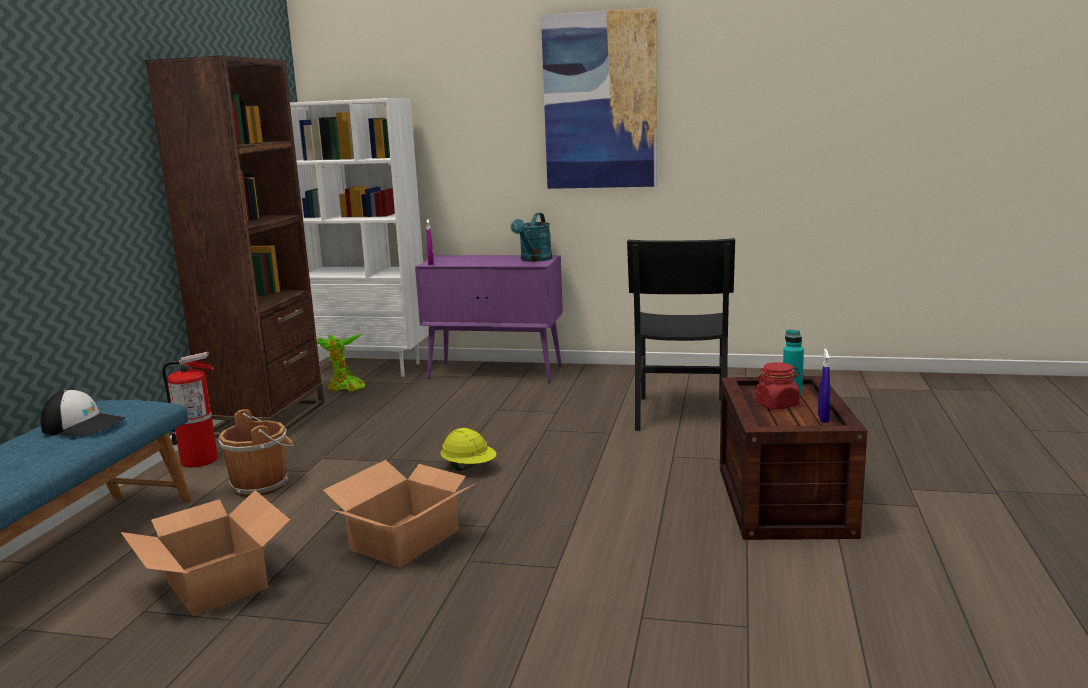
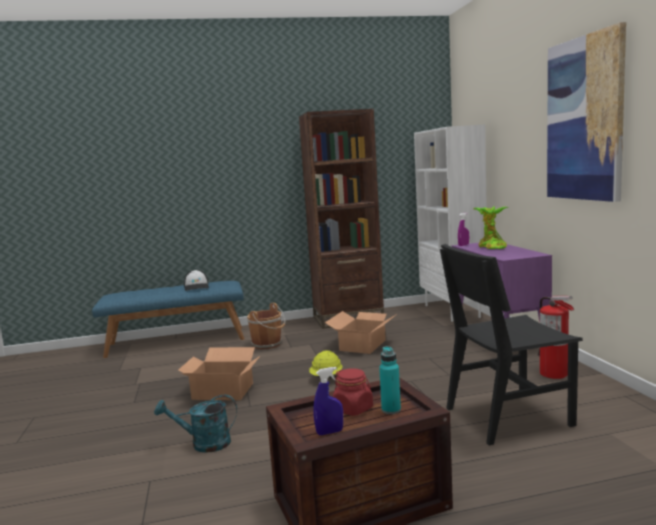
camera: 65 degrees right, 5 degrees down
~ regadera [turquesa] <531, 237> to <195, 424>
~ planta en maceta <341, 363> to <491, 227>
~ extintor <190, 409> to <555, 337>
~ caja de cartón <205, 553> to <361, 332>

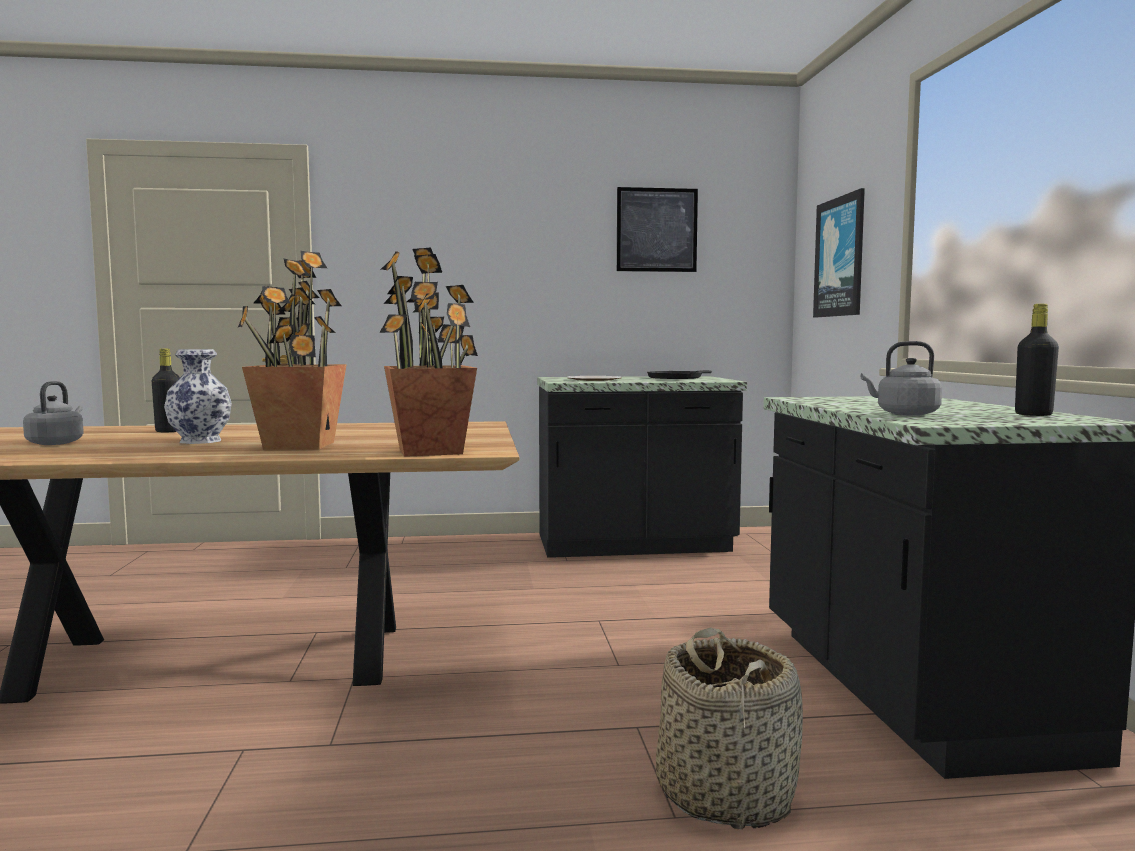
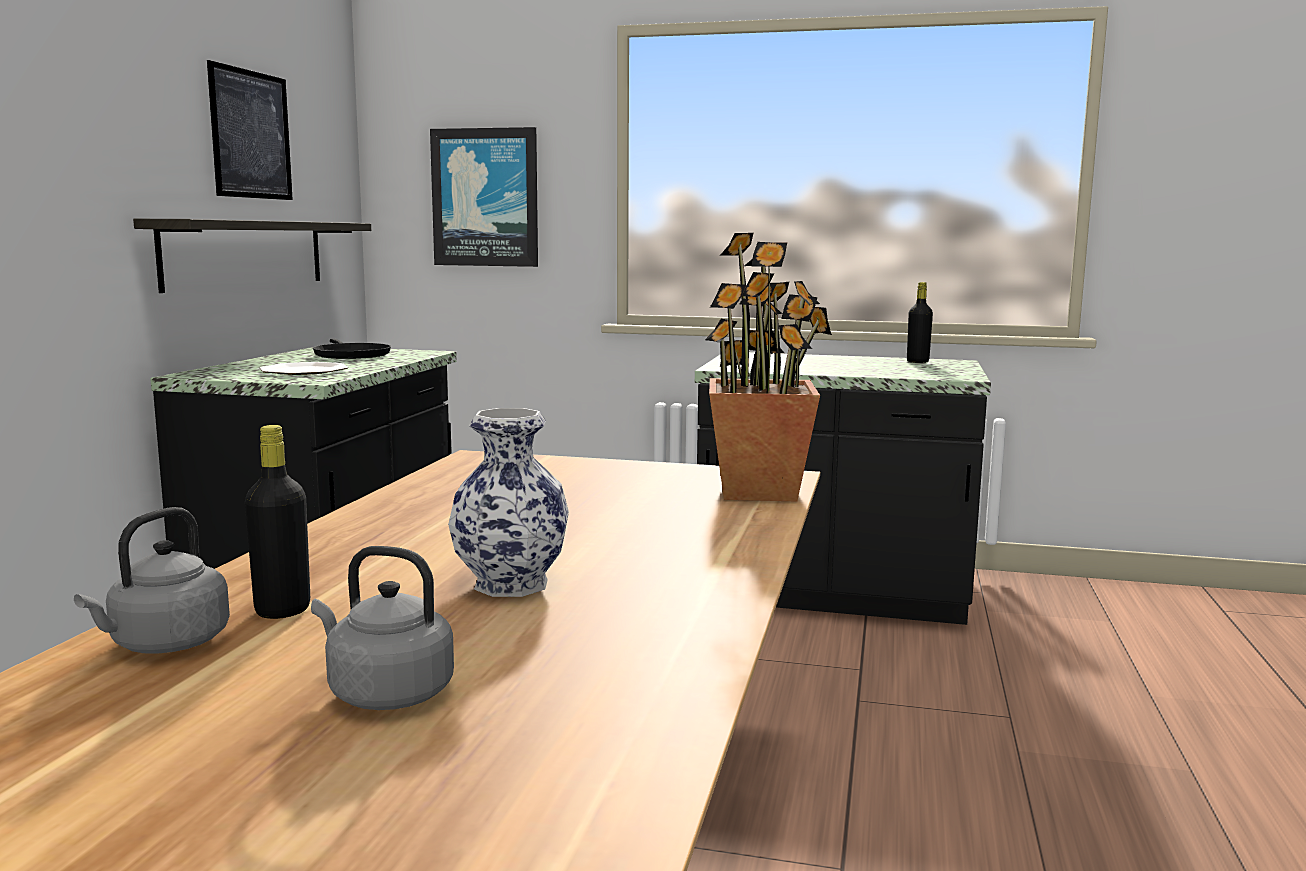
camera: 70 degrees left, 5 degrees up
- planta en maceta <292, 350>
~ hervidor [gris] <901, 378> to <152, 580>
- cesta <729, 728>
+ estante <252, 256>

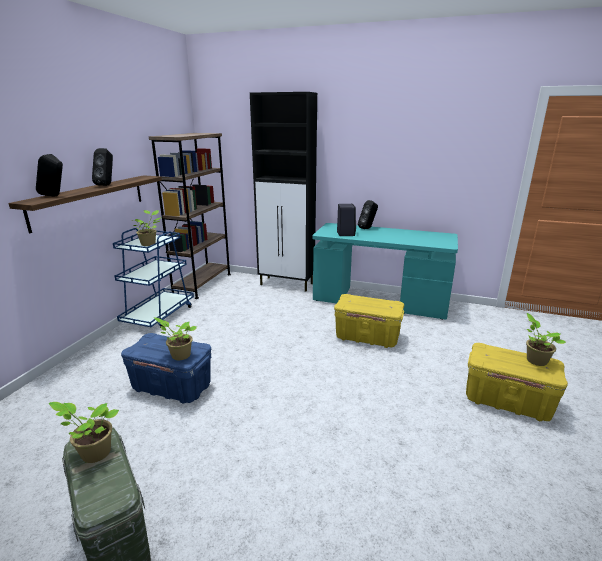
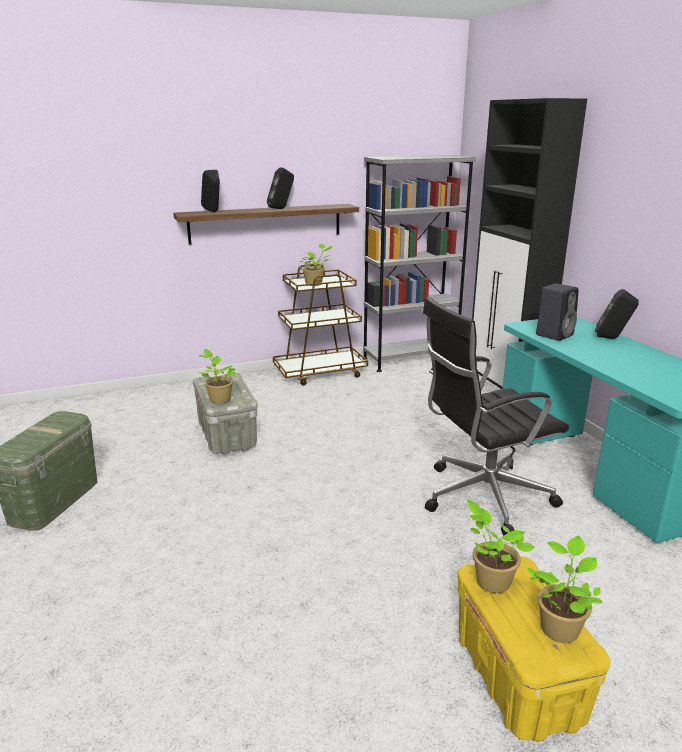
camera: 50 degrees right, 0 degrees up
~ estantería [marrón] <190, 216> to estantería [gris] <419, 263>
~ carrito [azul] <153, 278> to carrito [marrón] <320, 325>
~ caja de almacenaje [amarillo] <369, 321> to silla de oficina [negro] <496, 416>
~ caja de almacenaje [azul] <166, 368> to caja de almacenaje [gris] <225, 413>
~ planta en maceta <84, 432> to <501, 546>

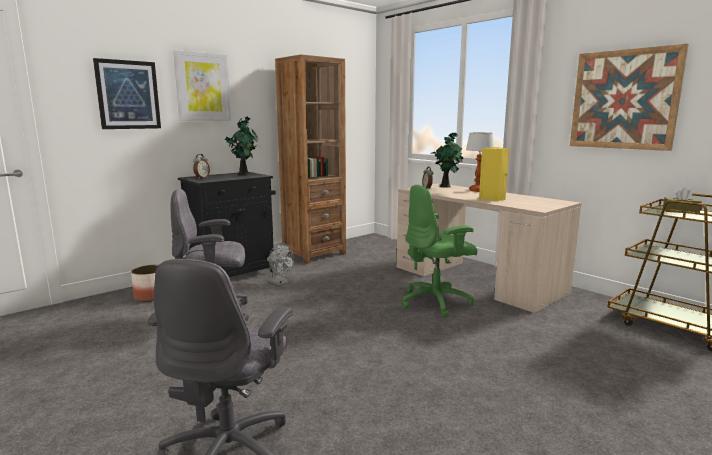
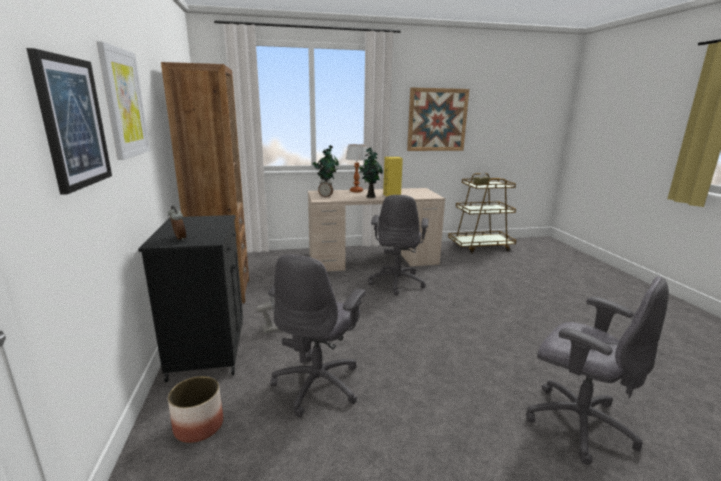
camera: 60 degrees left, 5 degrees up
~ planta en maceta <242, 146> to <371, 173>
~ silla de oficina [verde] <439, 251> to silla de oficina [gris] <399, 245>

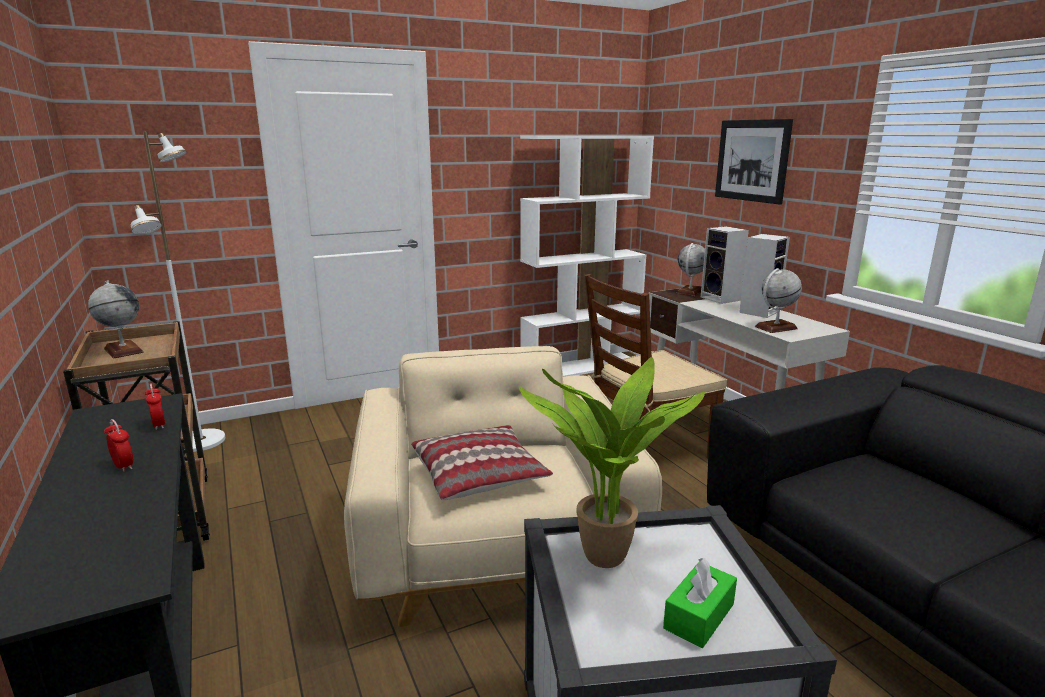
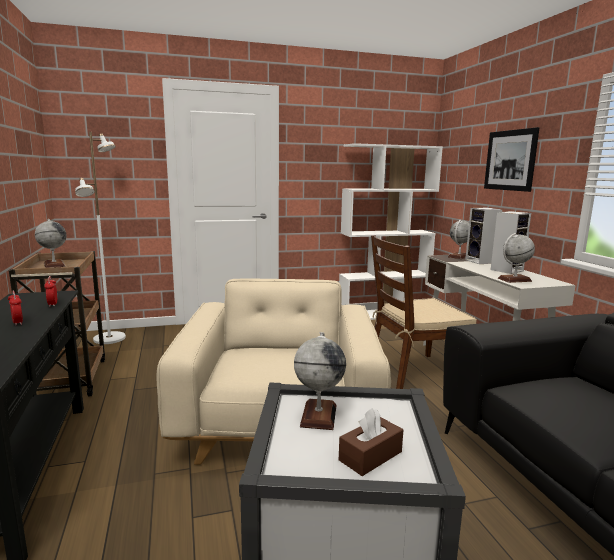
camera: 10 degrees right, 5 degrees down
~ planta en maceta <612, 462> to globo terráqueo <320, 381>
- cojín <482, 462>
~ caja de pañuelos [verde] <700, 603> to caja de pañuelos [marrón] <371, 442>

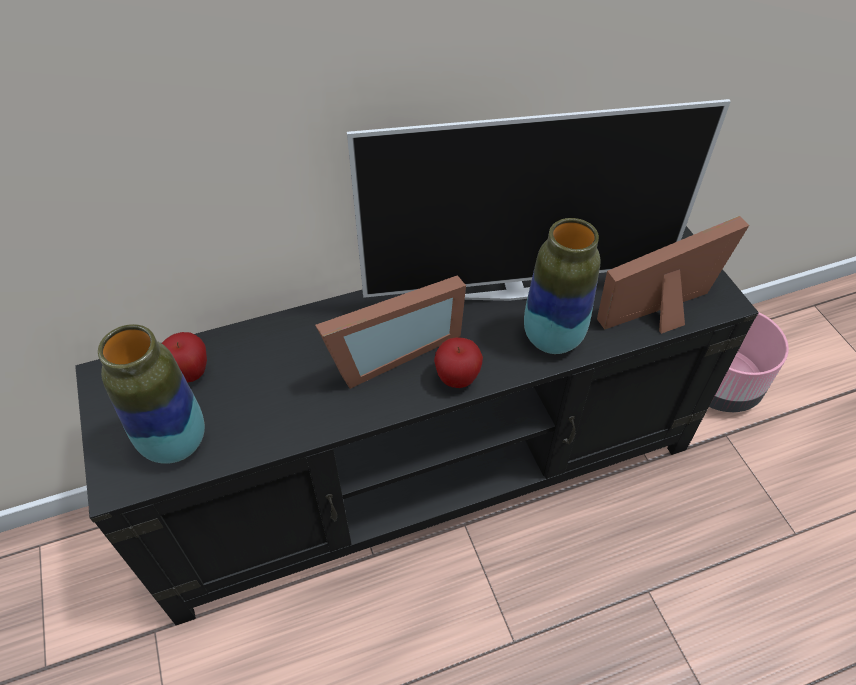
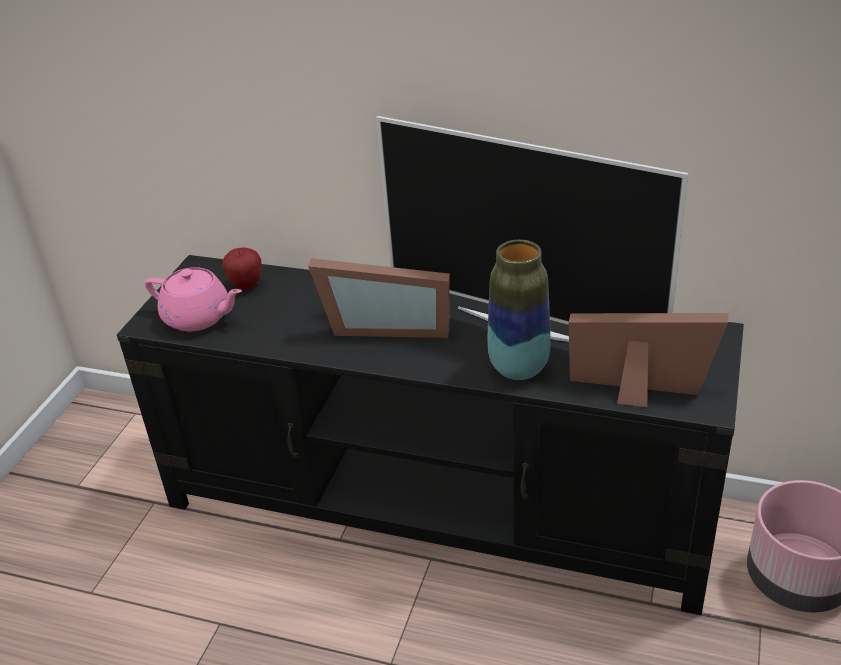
camera: 40 degrees right, 15 degrees down
~ florero <151, 394> to tetera [rosa] <193, 299>
- manzana <458, 362>

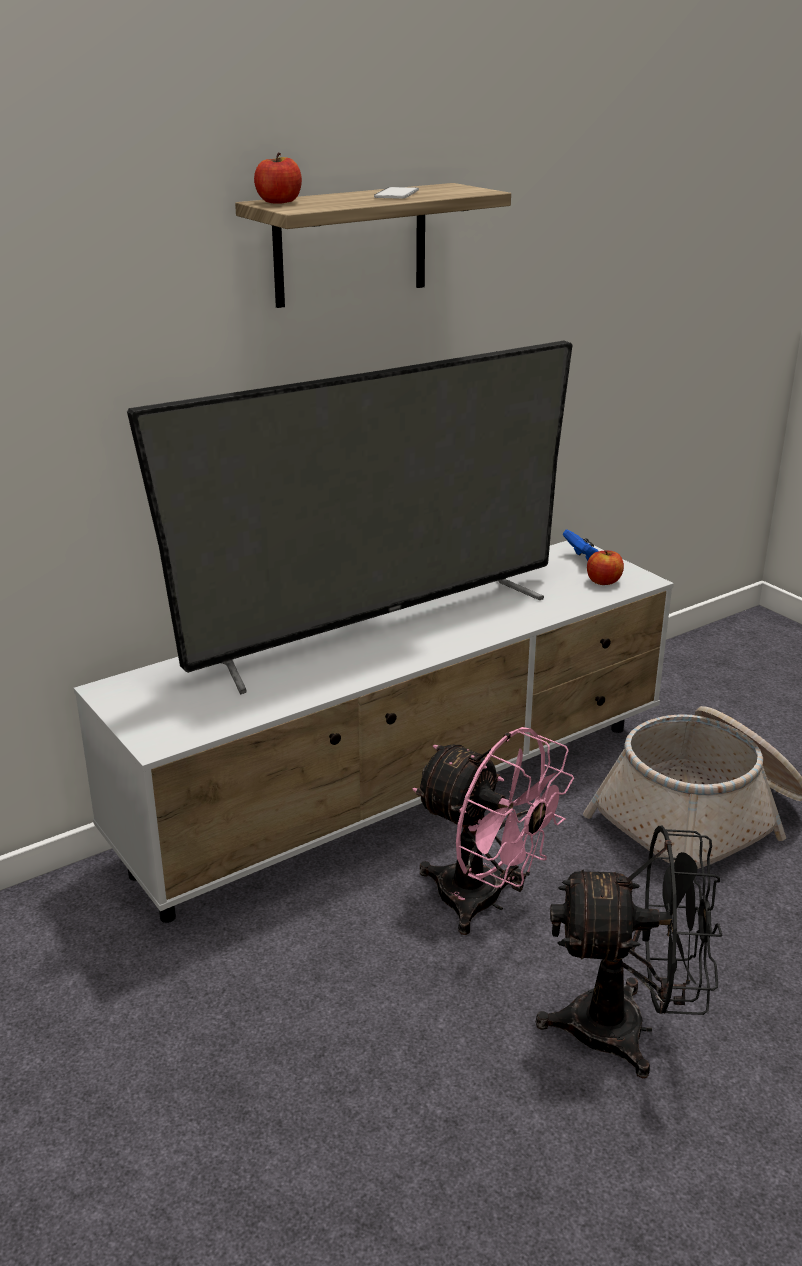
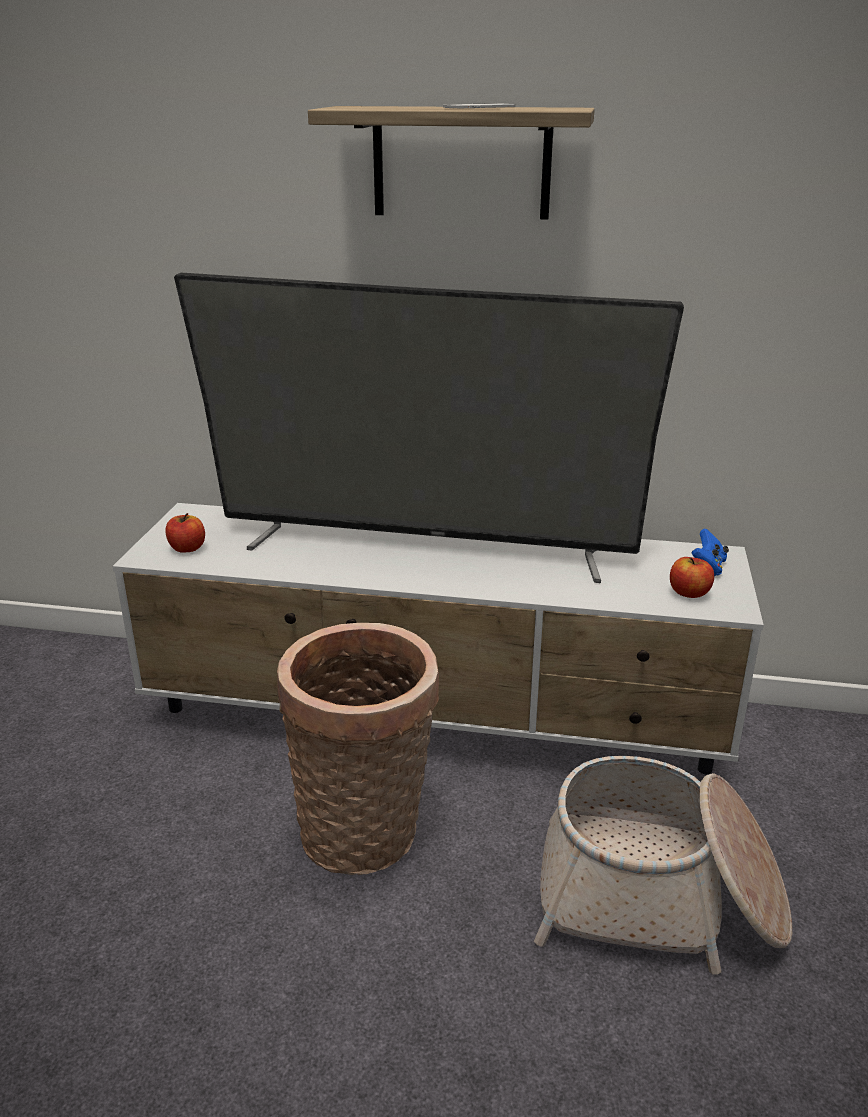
camera: 45 degrees right, 0 degrees up
~ manzana <278, 178> to <185, 533>
~ ventilador [rosa] <493, 831> to cesta <358, 749>
- ventilador [negro] <629, 952>

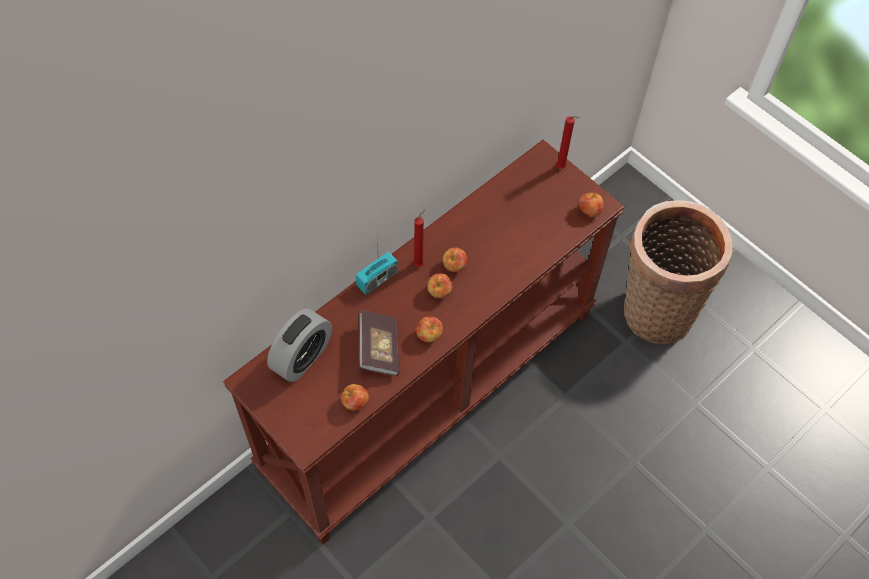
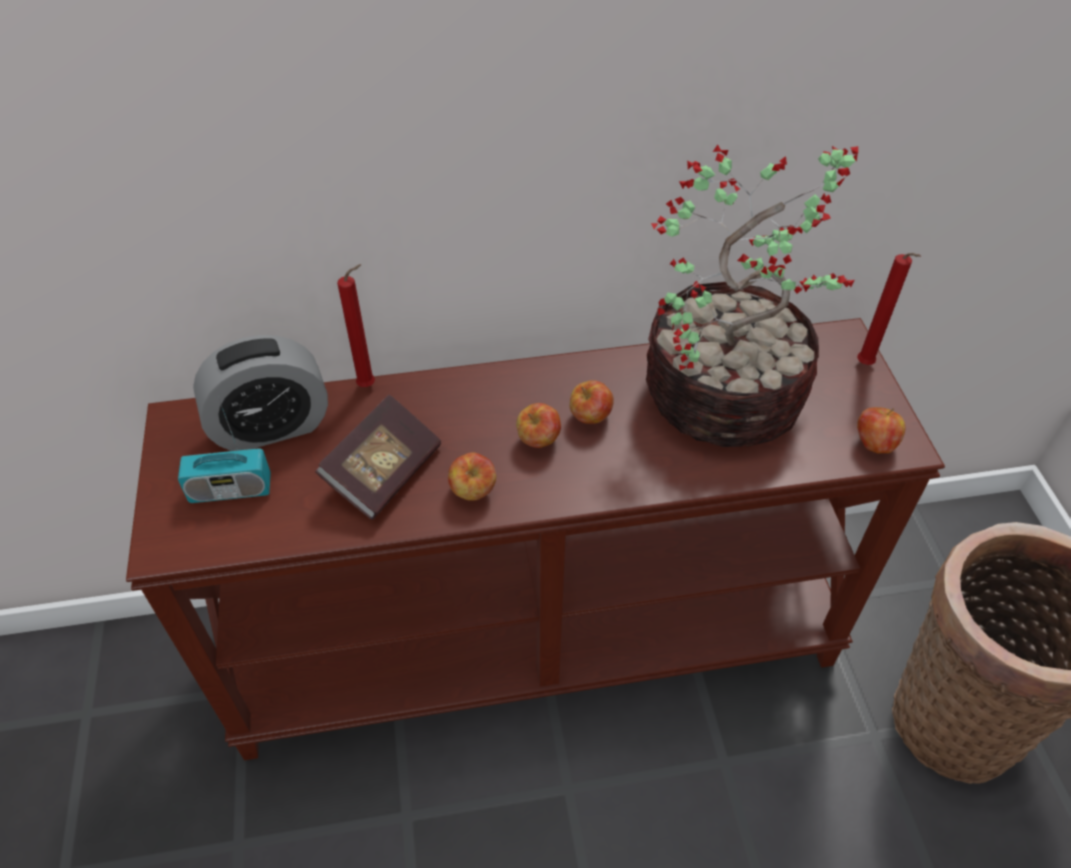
camera: 35 degrees right, 10 degrees down
~ vela [rojo] <419, 238> to <356, 325>
~ radio <377, 268> to <224, 450>
- manzana <355, 397>
+ planta en maceta <752, 296>

